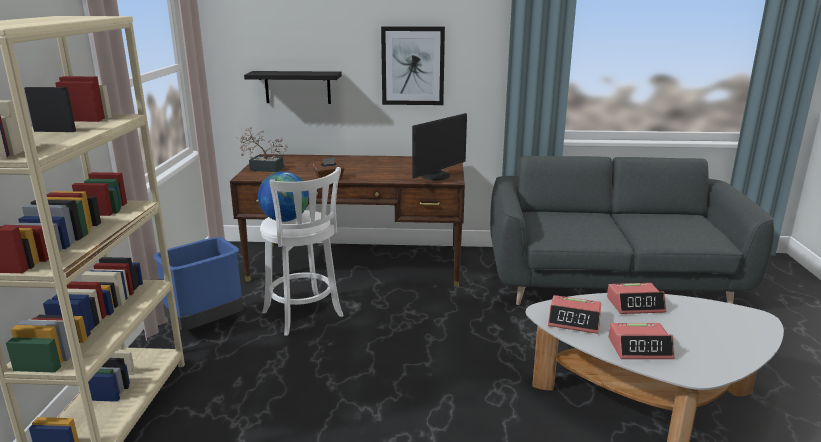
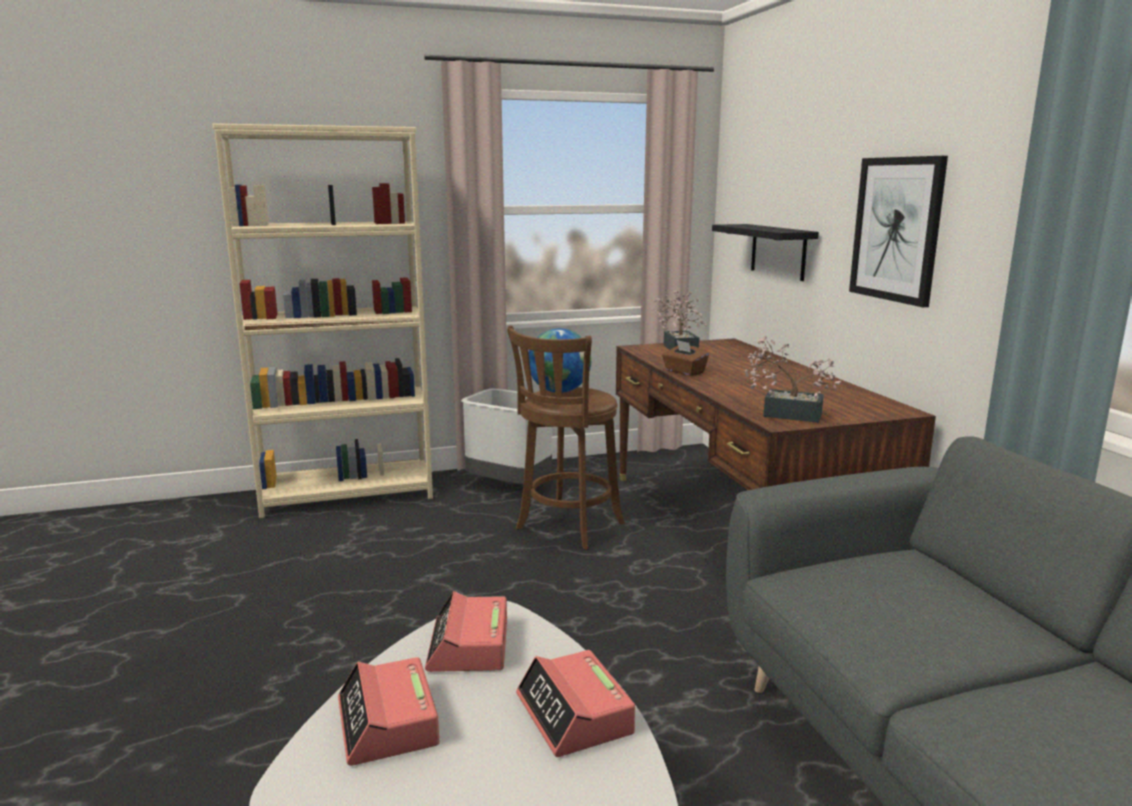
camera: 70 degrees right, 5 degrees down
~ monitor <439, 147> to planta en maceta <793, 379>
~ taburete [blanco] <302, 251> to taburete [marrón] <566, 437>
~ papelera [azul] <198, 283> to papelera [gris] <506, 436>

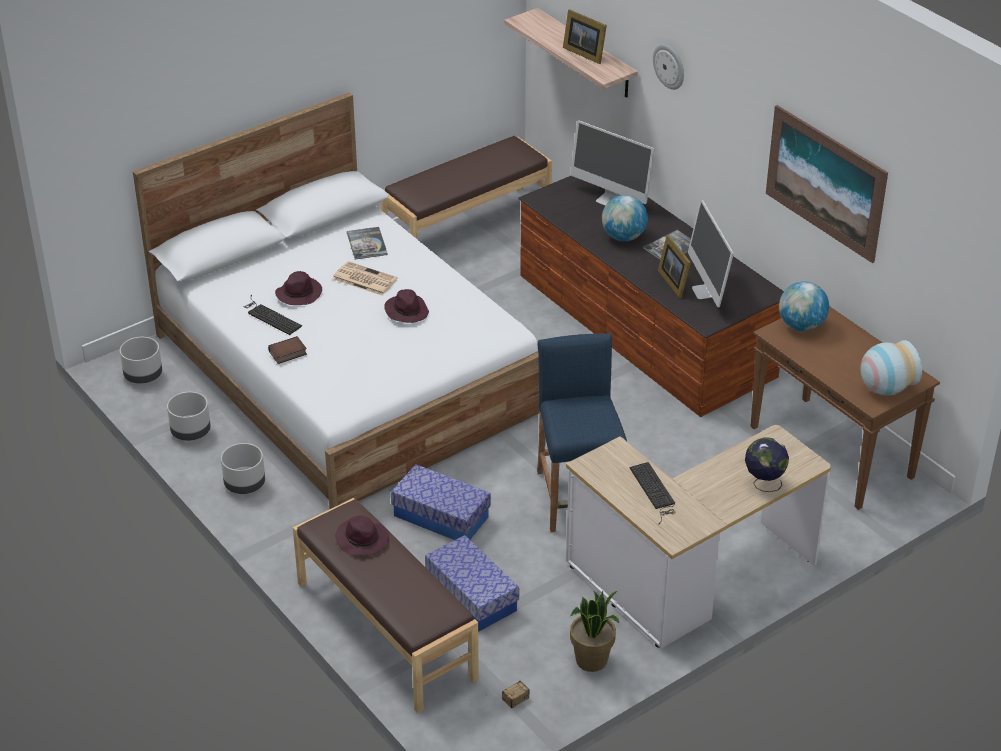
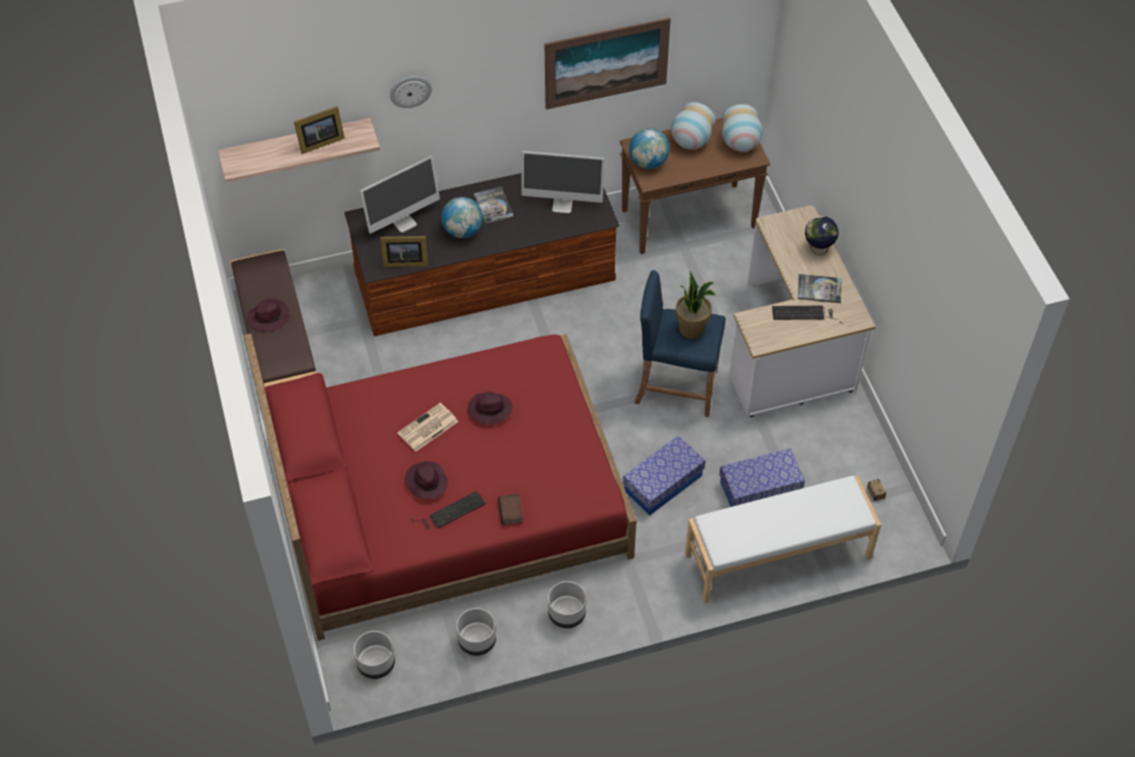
camera: 70 degrees left, 15 degrees up
~ cama [blanco] <336, 300> to cama [rojo] <440, 487>
~ libro <367, 243> to <819, 288>
~ portarretratos <674, 267> to <404, 251>
~ banco [marrón] <386, 605> to banco [blanco] <783, 539>
~ sombrero [morado] <362, 536> to <268, 314>
~ planta en maceta <594, 631> to <695, 305>
+ florero <693, 126>

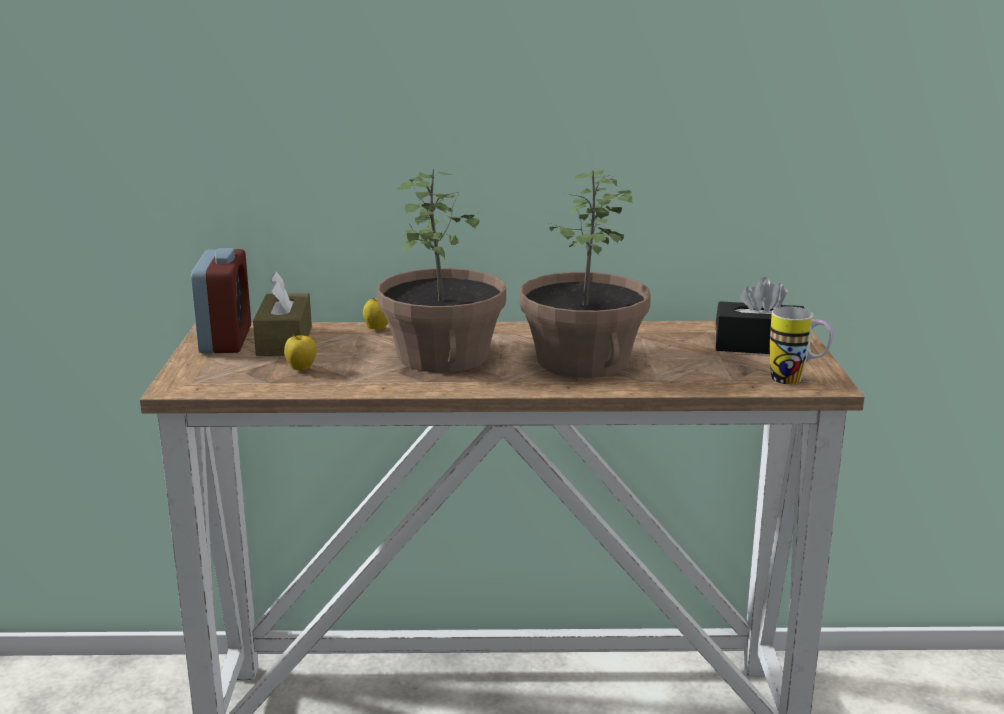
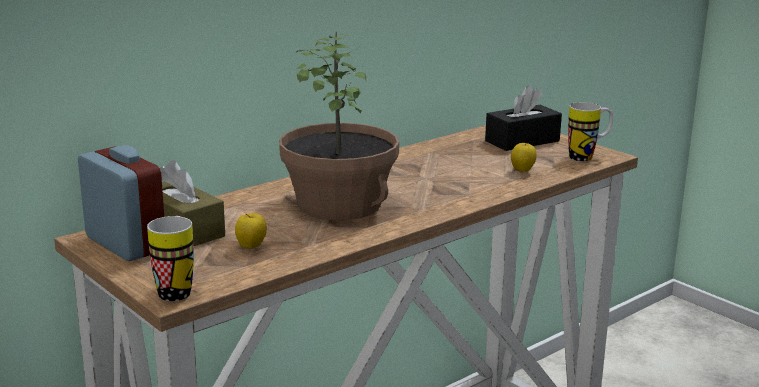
camera: 40 degrees left, 0 degrees up
- planta en maceta <585, 274>
~ manzana <375, 314> to <524, 157>
+ taza grande <170, 258>

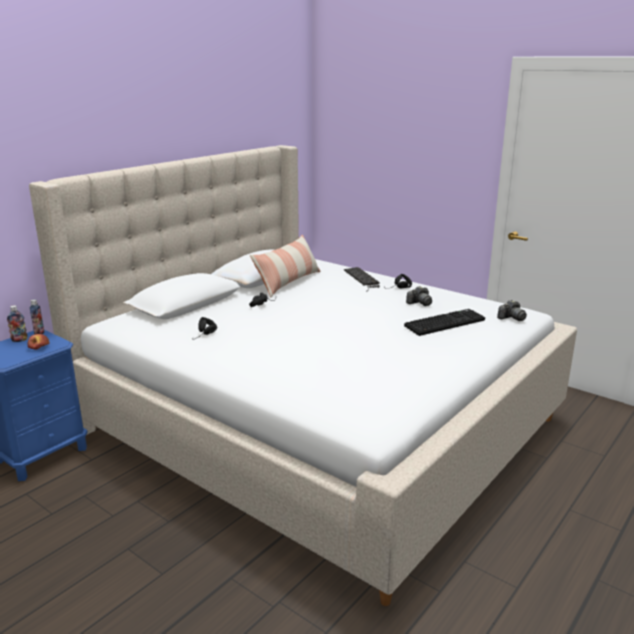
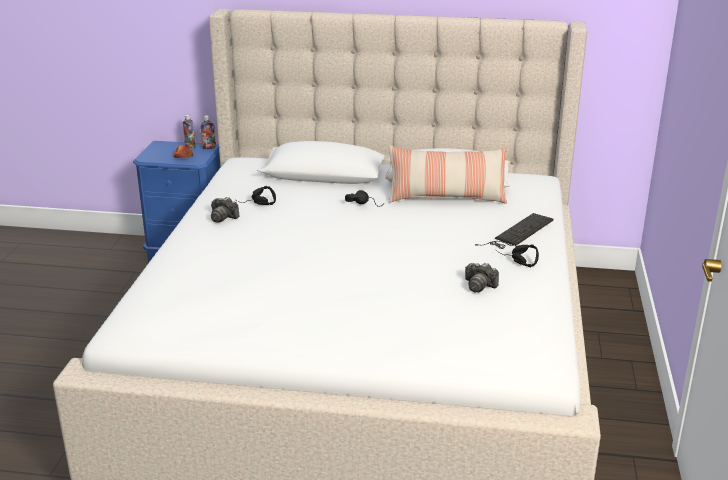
camera: 60 degrees right, 5 degrees up
~ cámara <512, 310> to <225, 210>
- teclado <444, 322>

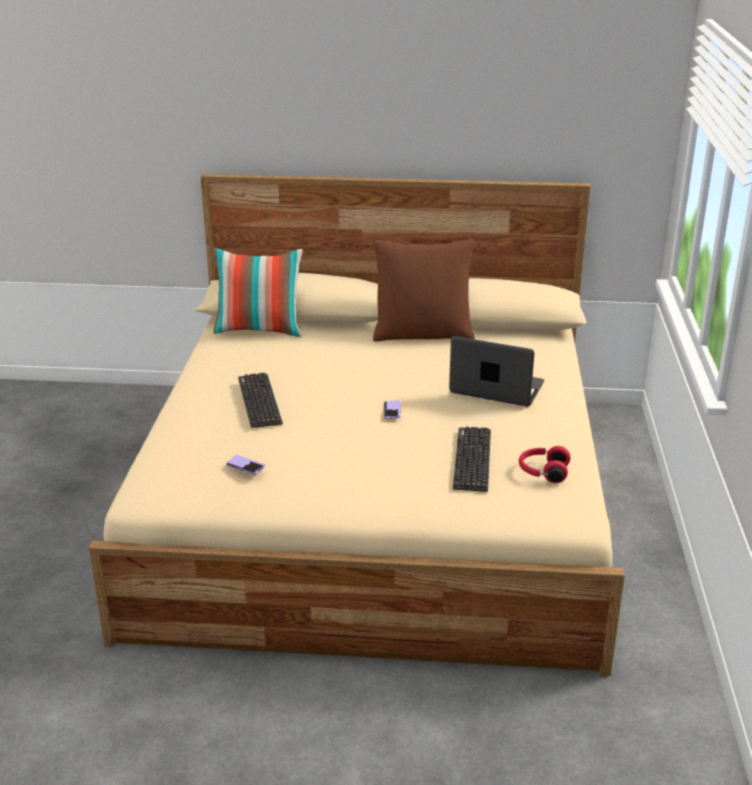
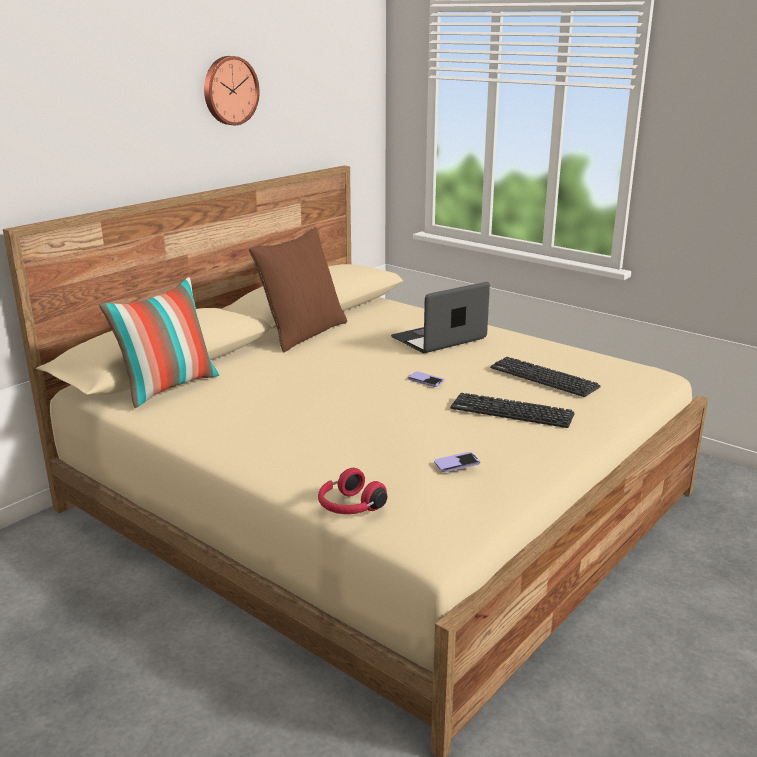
camera: 55 degrees left, 5 degrees down
~ teclado <260, 400> to <512, 410>
~ auriculares [rojo] <545, 464> to <352, 491>
+ reloj de pared <231, 90>

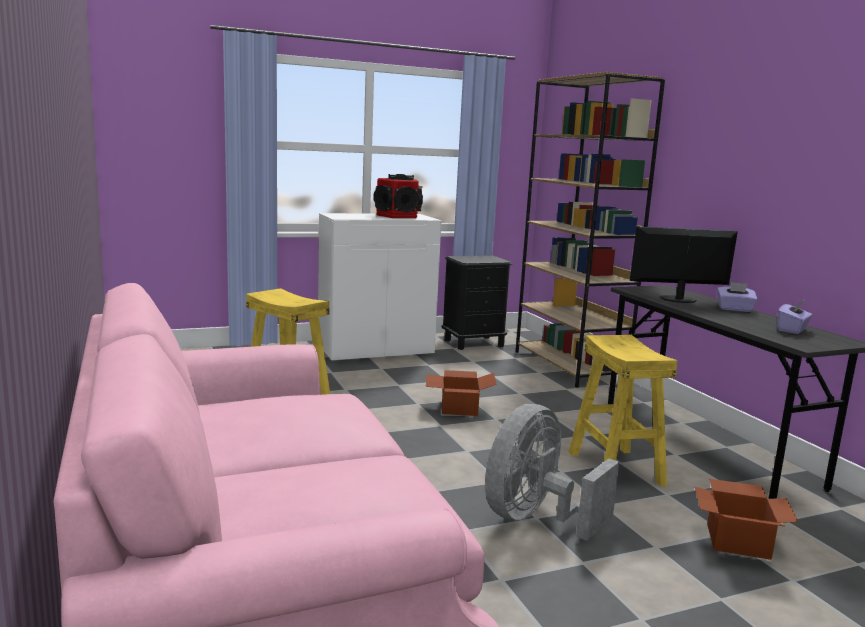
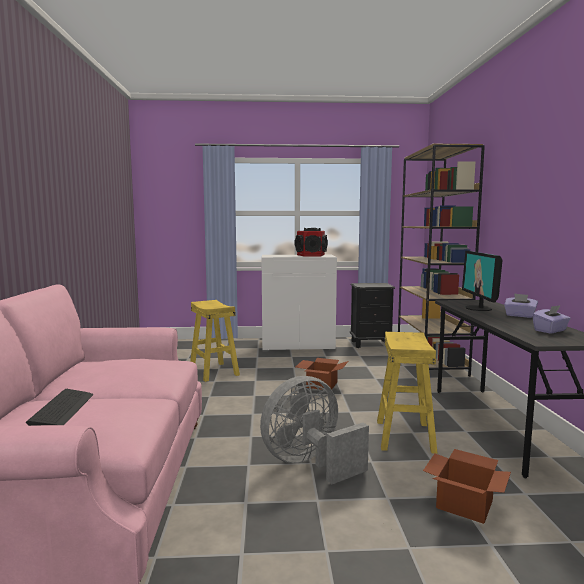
camera: 20 degrees right, 5 degrees down
~ monitor <684, 264> = <482, 281> 105 degrees counterclockwise
+ teclado <59, 407>

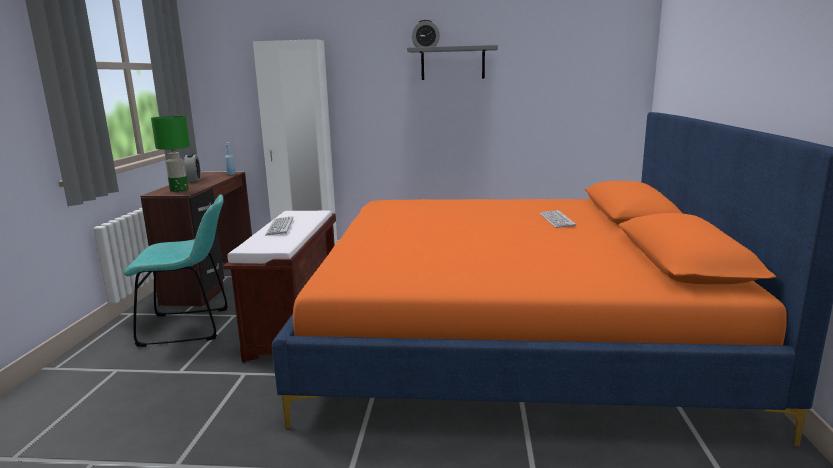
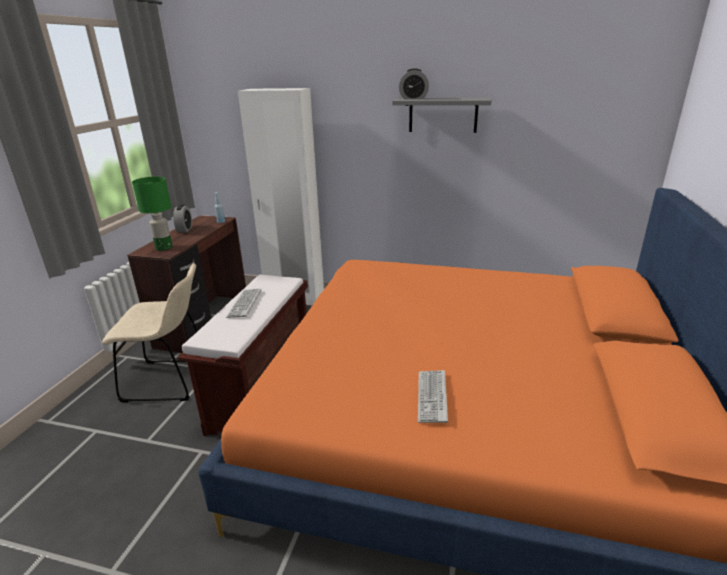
camera: 10 degrees right, 10 degrees up
~ silla [turquesa] <176, 270> to silla [beis] <150, 333>
~ teclado <558, 219> to <433, 396>

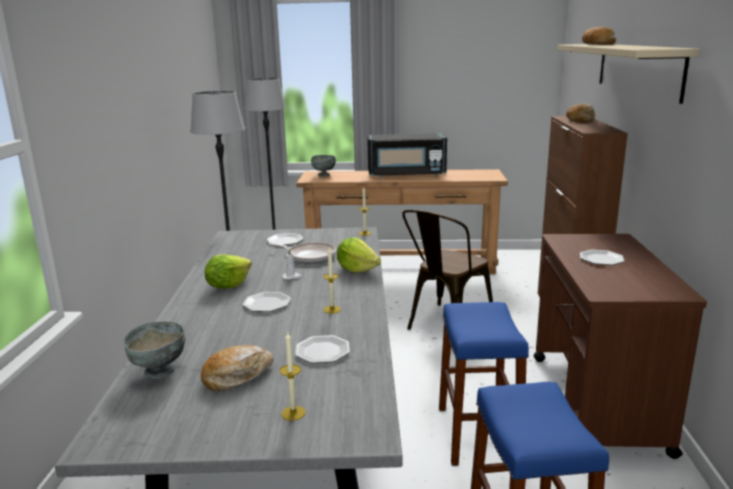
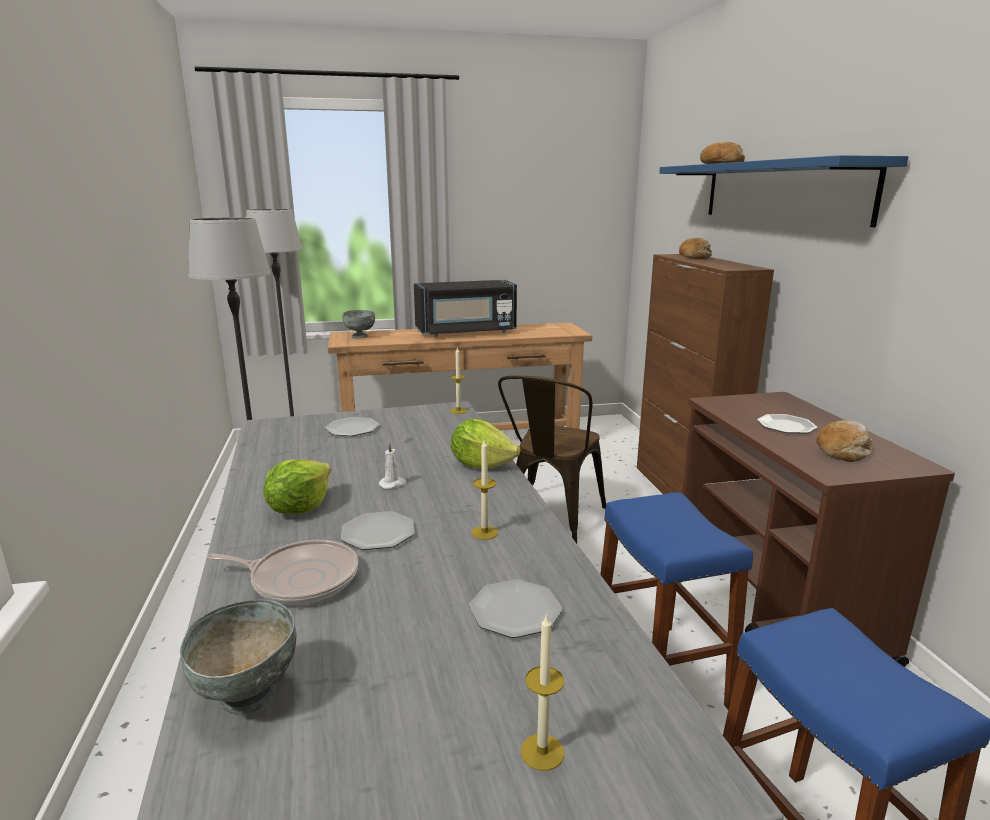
camera: 15 degrees left, 0 degrees up
~ estante [beis] <628, 74> to estante [azul] <784, 191>
~ sartén <302, 252> to <282, 572>
~ pan <237, 368> to <844, 441>

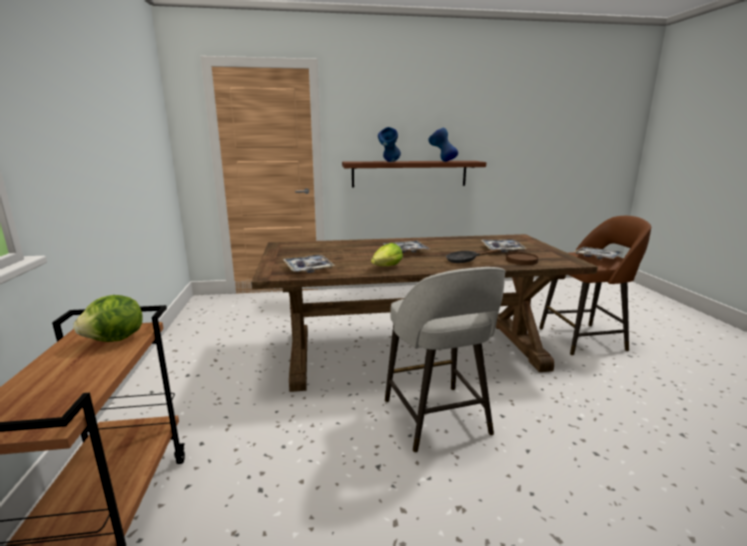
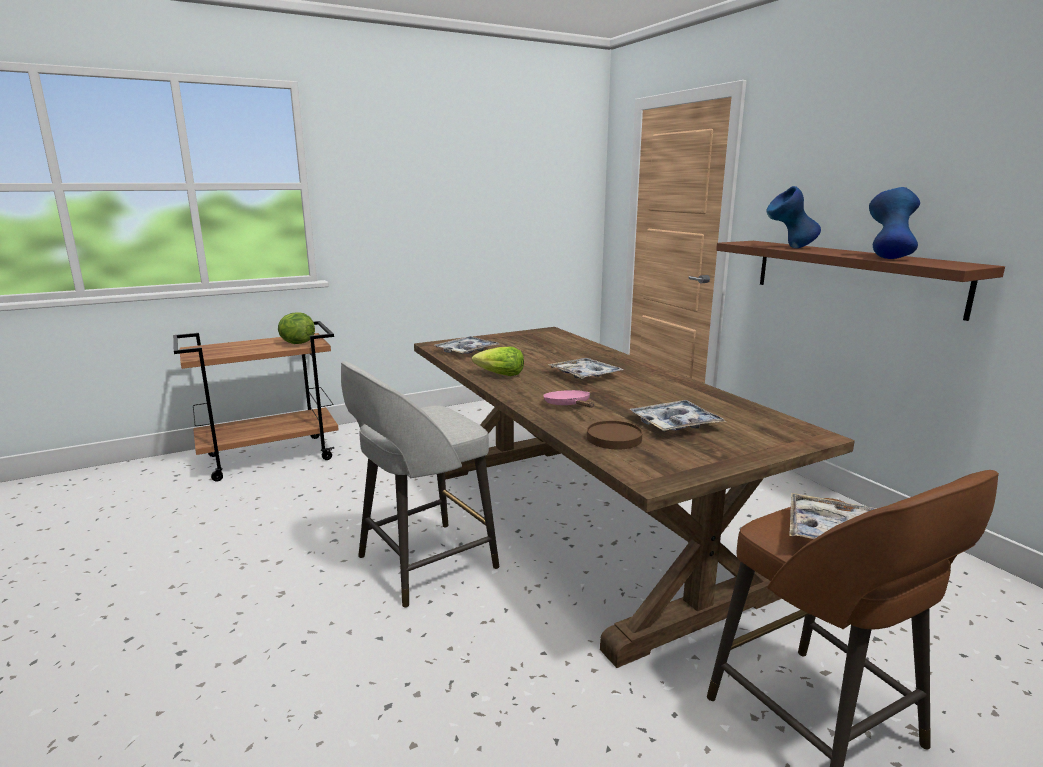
camera: 70 degrees right, 0 degrees up
~ sartén [negro] <472, 256> to sartén [rosa] <568, 399>

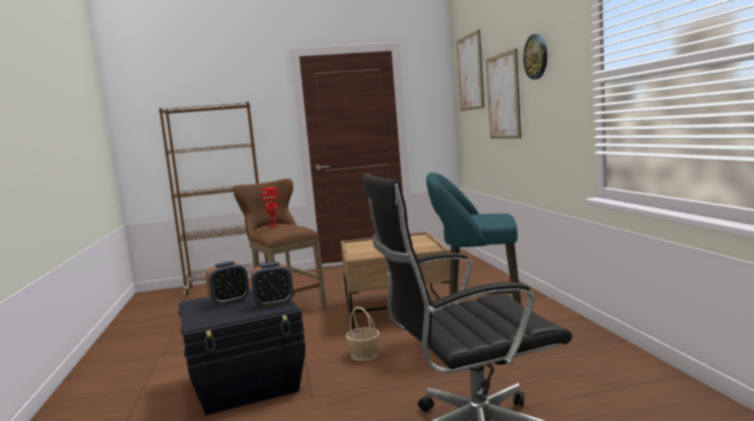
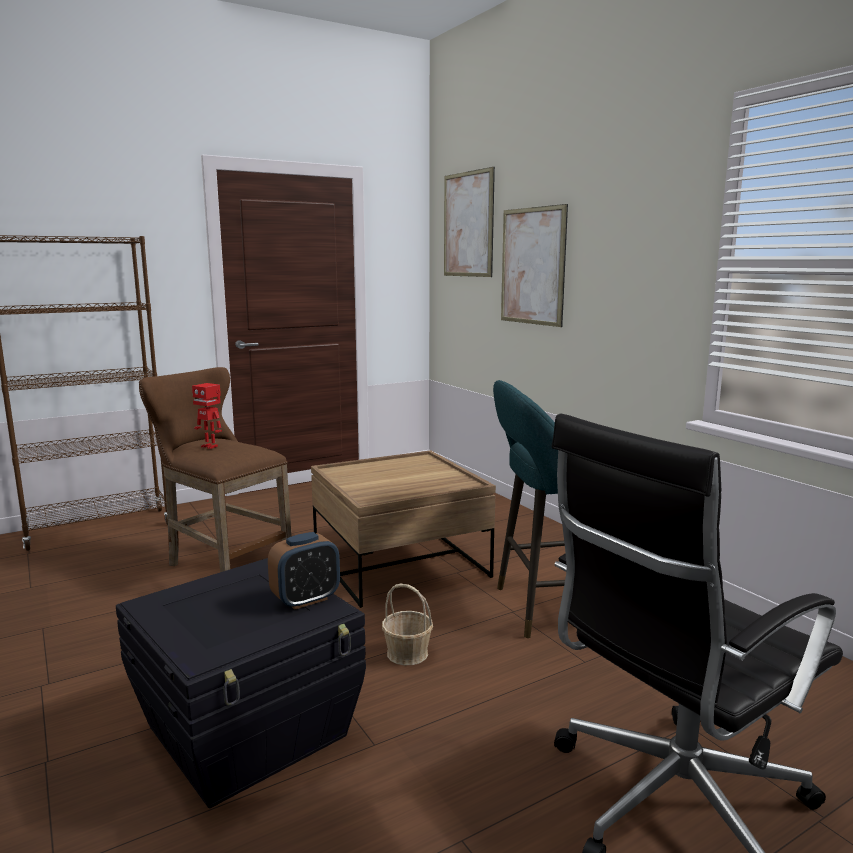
camera: 20 degrees left, 5 degrees up
- reloj de pared <535, 57>
- despertador <227, 283>

